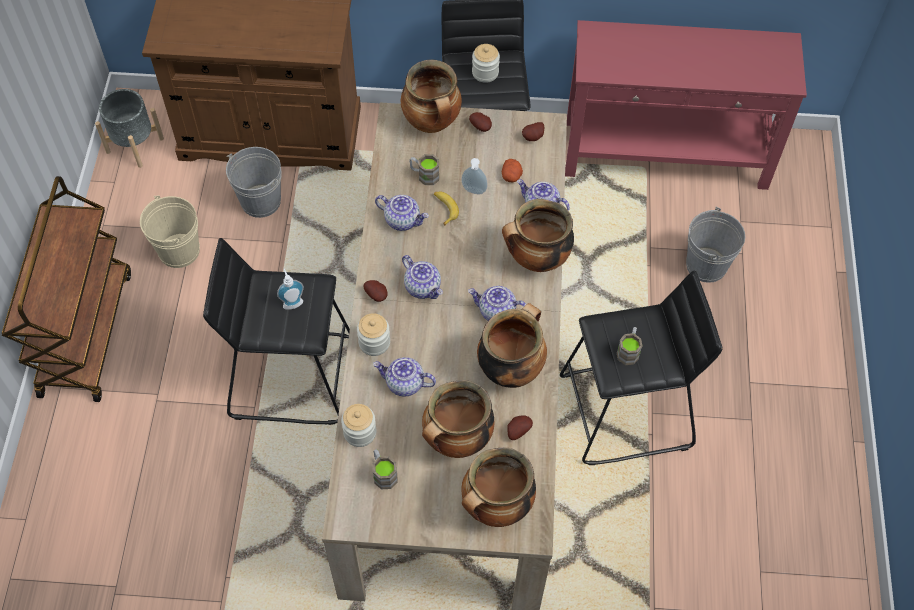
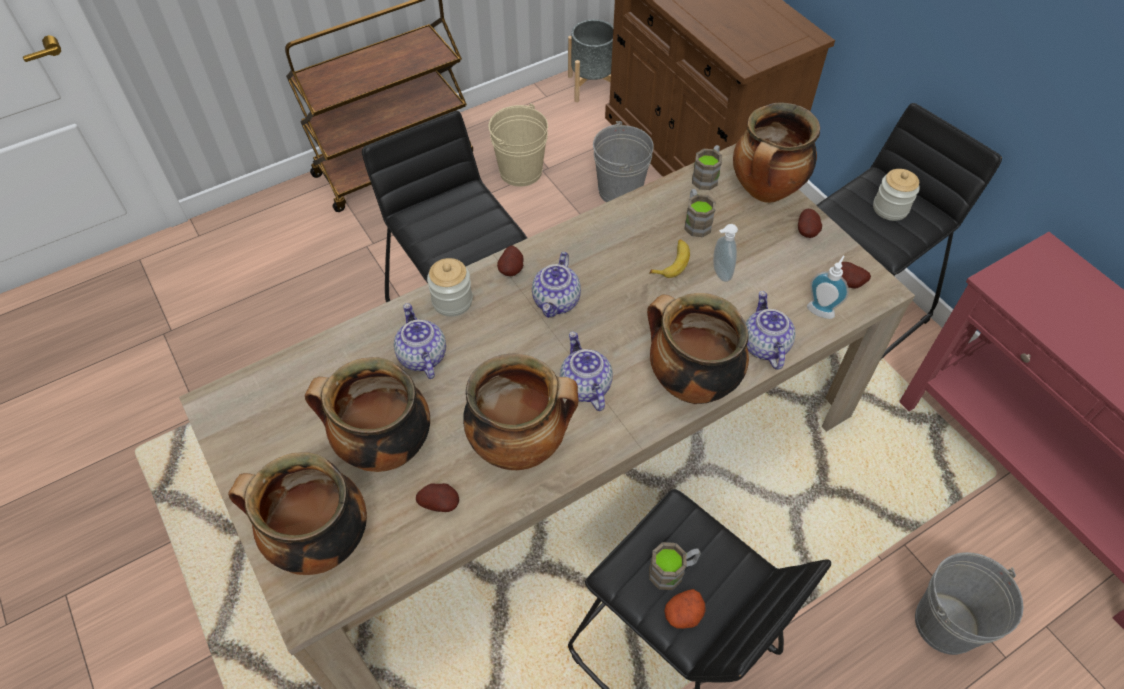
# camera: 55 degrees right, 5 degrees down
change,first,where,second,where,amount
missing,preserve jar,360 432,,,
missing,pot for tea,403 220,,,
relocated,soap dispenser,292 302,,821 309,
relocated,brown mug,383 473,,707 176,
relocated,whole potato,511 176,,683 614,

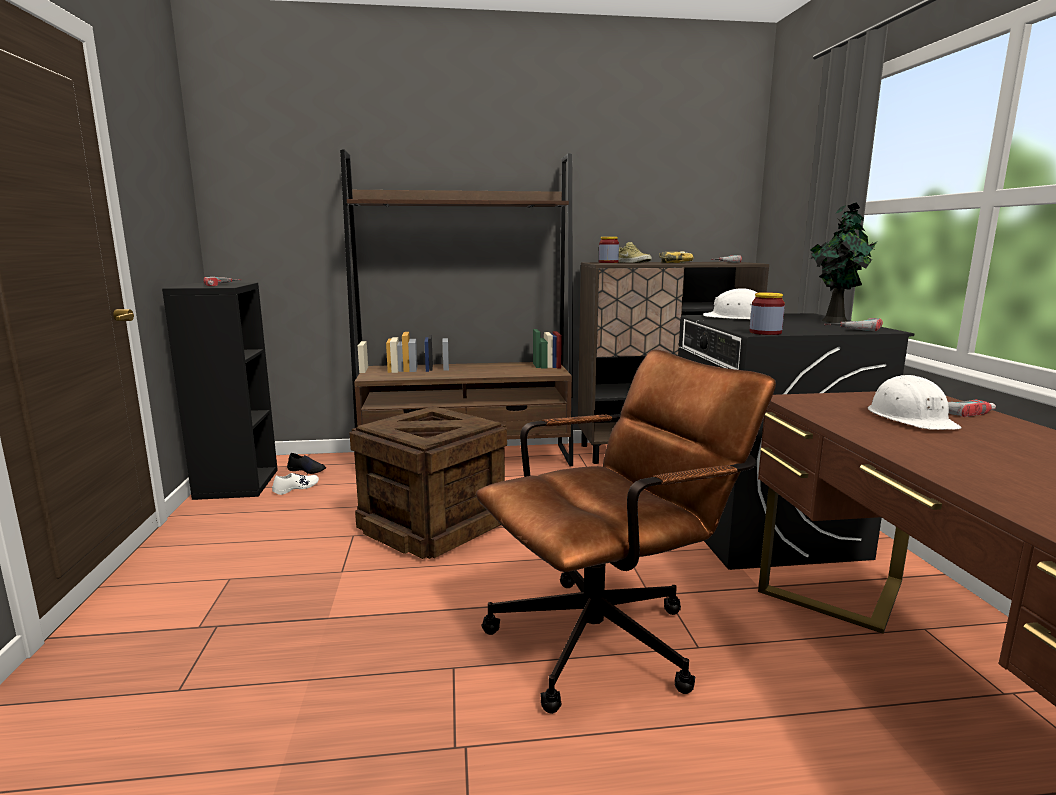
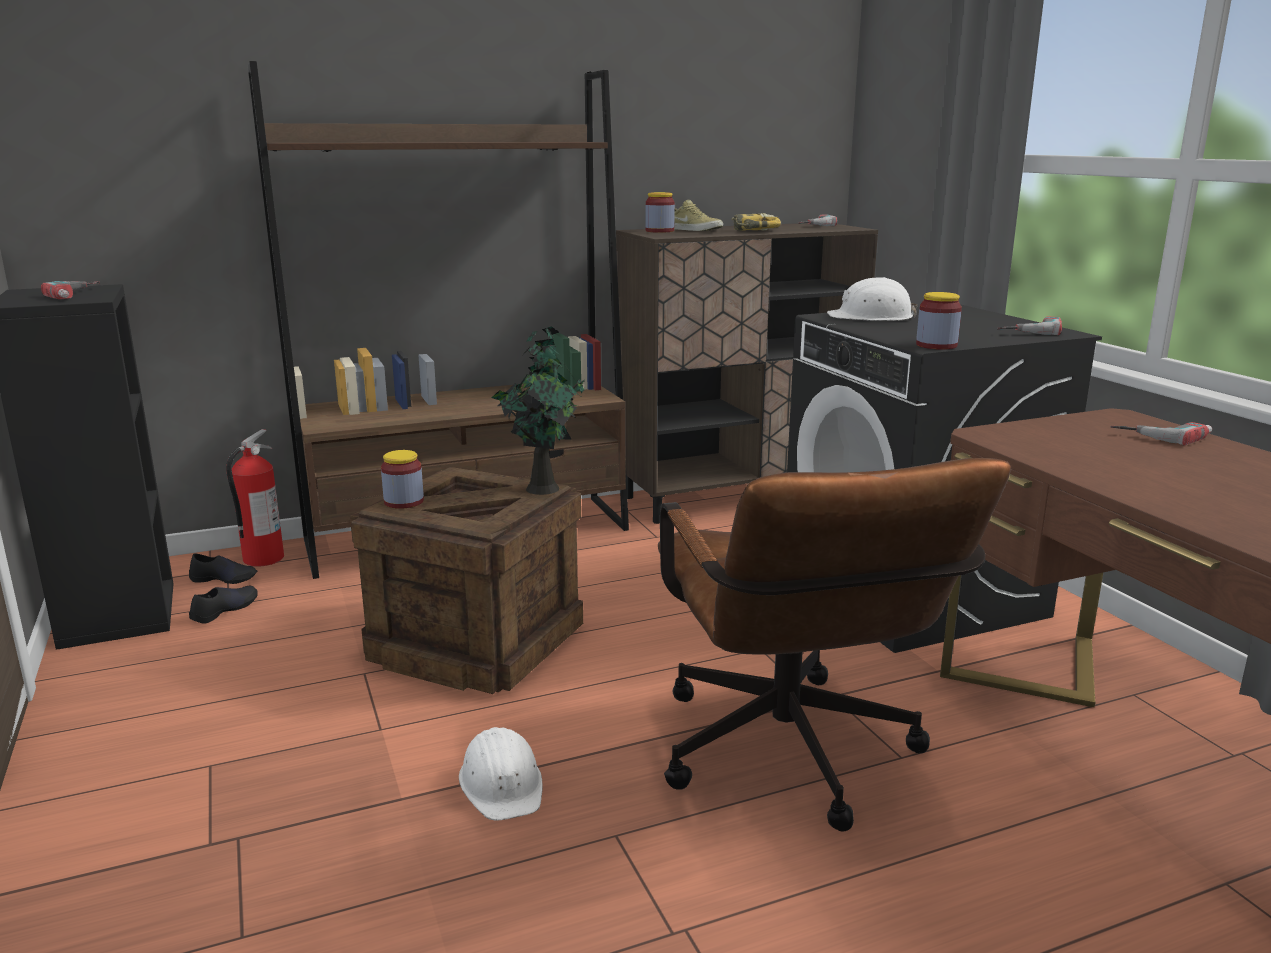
# camera: 15 degrees left, 5 degrees up
change,first,where,second,where,amount
appeared,,,extinguisher,262 559,
appeared,,,preserve jar,404 502,
relocated,plant in a pot,834 321,,543 487,
relocated,white-coloured work helmet,911 418,,502 784,
colour,white-coloured shoe,296 488,blackish shoe,224 610,
spun,brown office chair,610 636,,793 761,120 degrees clockwise

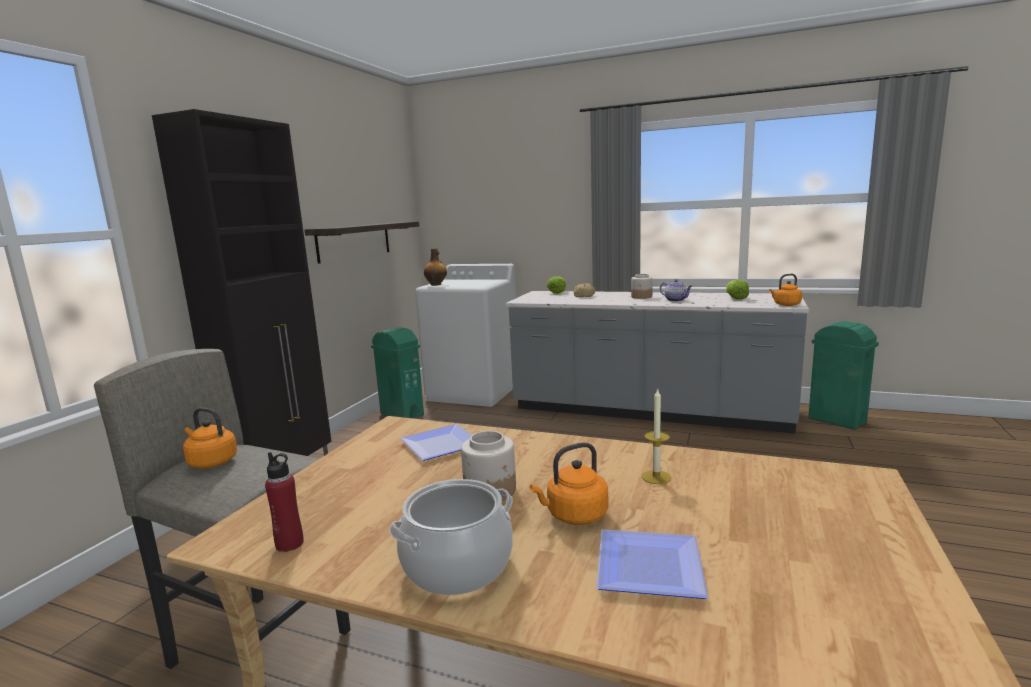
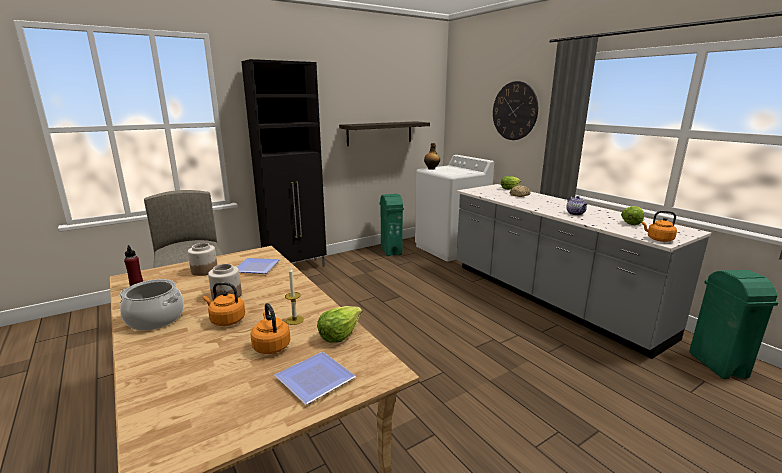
# camera: 35 degrees right, 5 degrees up
change,first,where,second,where,amount
appeared,,,lettuce head,339 334,
appeared,,,hanging clock,514 111,
relocated,orange tea kettle,211 462,,271 346,
relocated,flat dish,645 569,,312 379,
relocated,preserve jar,641 297,,204 271,

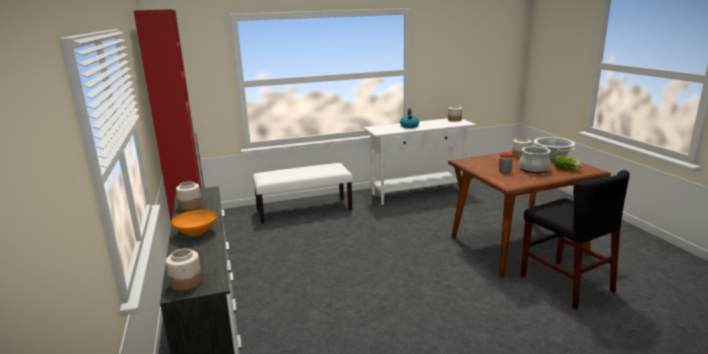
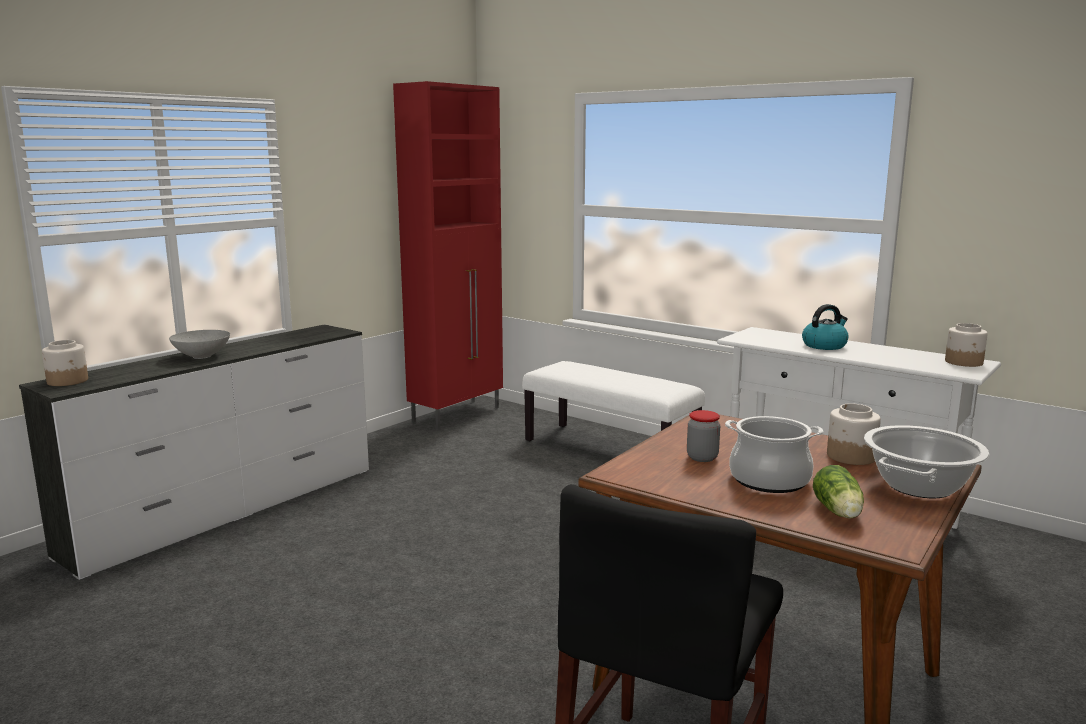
# camera: 55 degrees right, 5 degrees down
change,first,where,second,where,amount
missing,preserve jar,190 206,,,
colour,orange serving bowl,196 232,greyish serving bowl,203 356,

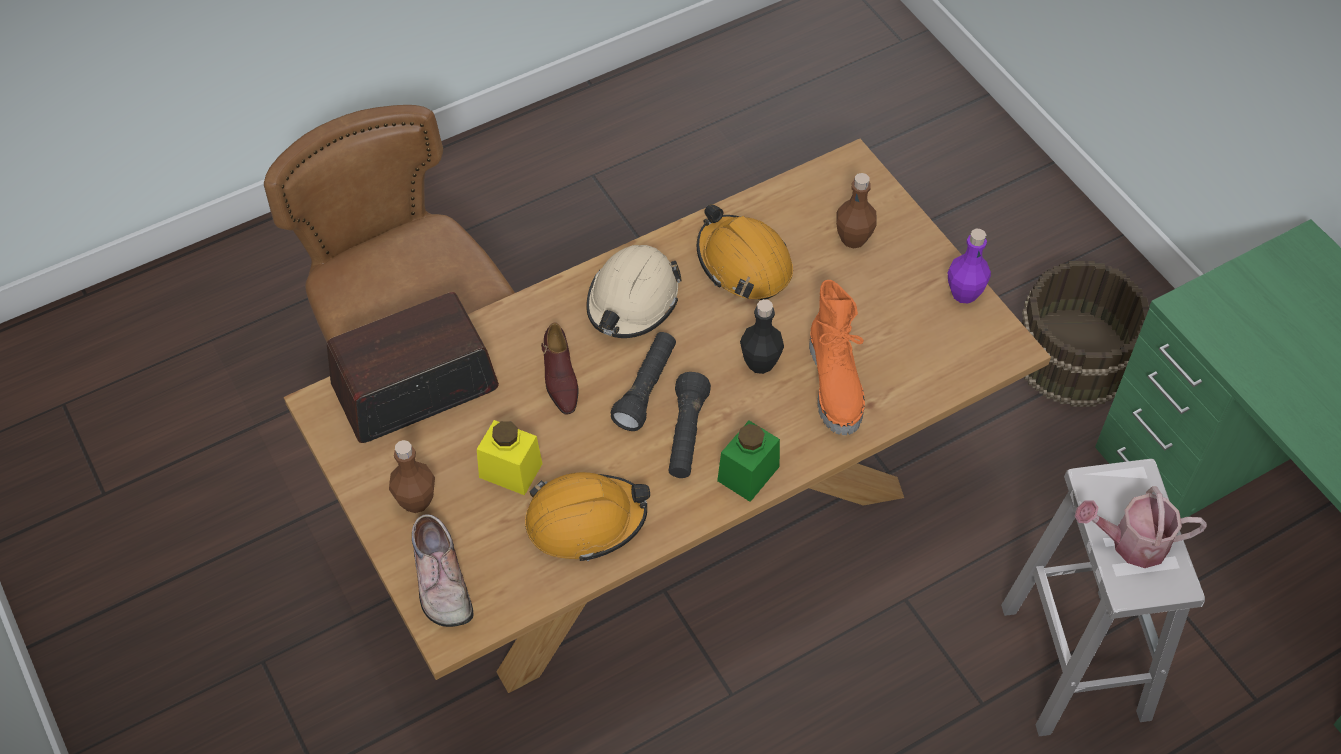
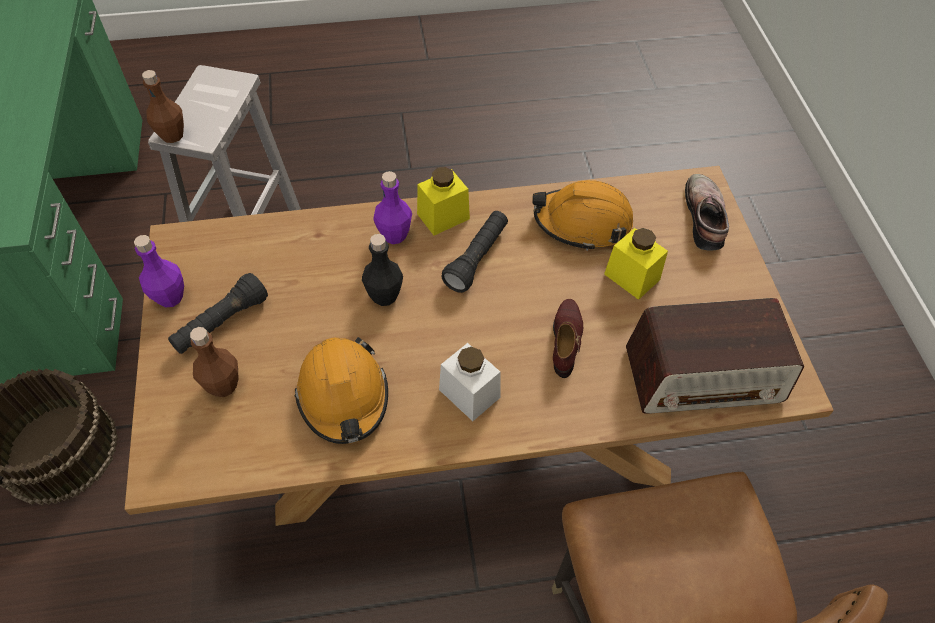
# camera: 160 degrees left, 0 degrees up
change,first,where,second,where,amount
missing,orange boot,836 385,,,
missing,watering pot,1131 543,,,
appeared,,,purple-coloured bottle,394 235,
relocated,brown bottle,416 501,,172 135,
relocated,blackish hand torch,646 389,,221 323,
exchanged,sand-coloured work helmet,632 301,white-coloured preserve jar,469 393,
colour,green preserve jar,748 473,yellowish preserve jar,443 216,

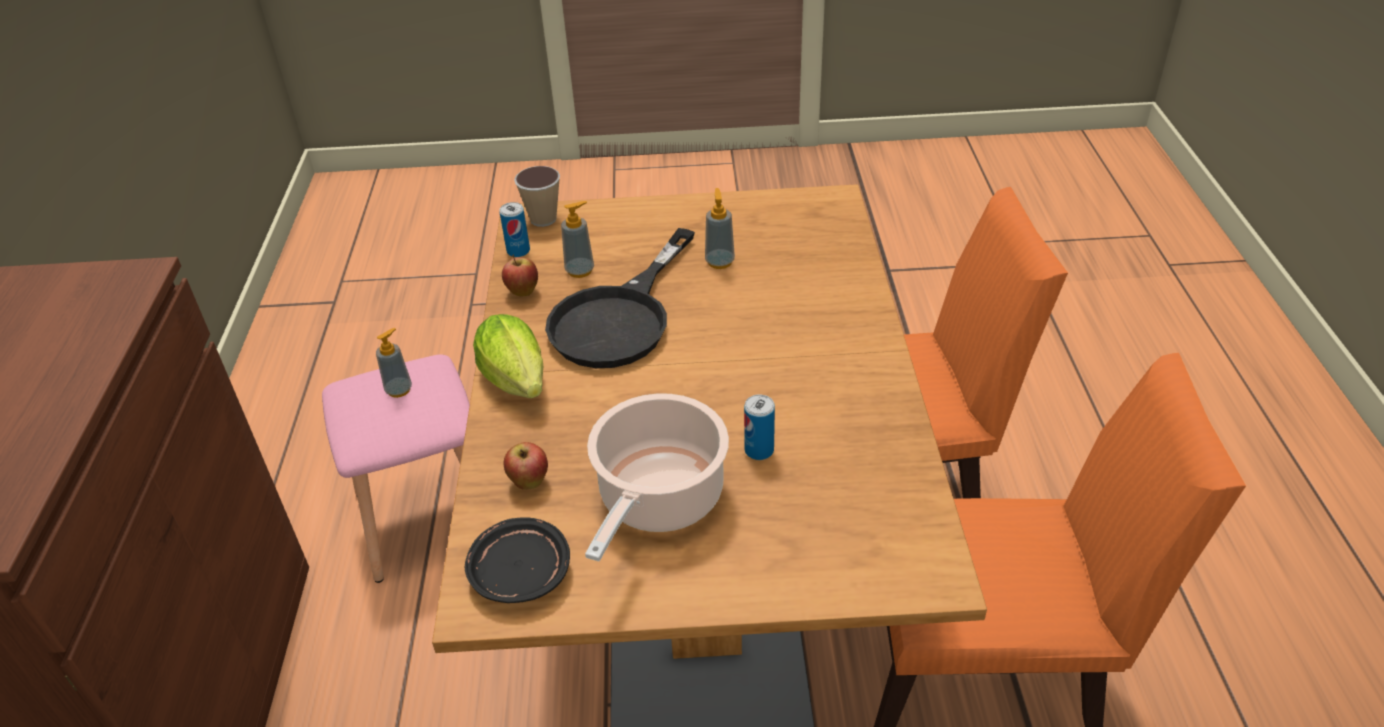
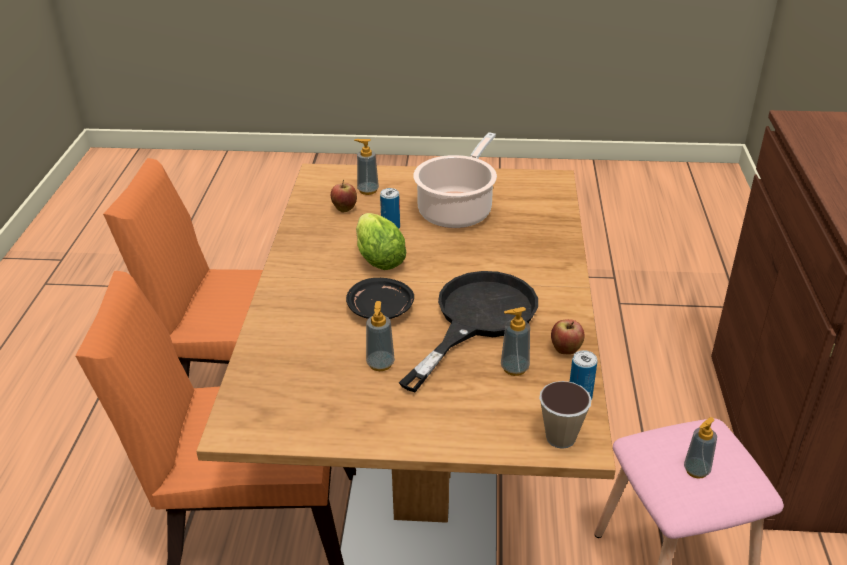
# camera: 175 degrees left, 5 degrees down
change,first,where,second,where,amount
appeared,,,soap dispenser,368 190,
relocated,blackish flat dish,519 572,,381 309,
relocated,lettuce head,518 384,,377 257,
relocated,apple fruit,529 483,,344 209,

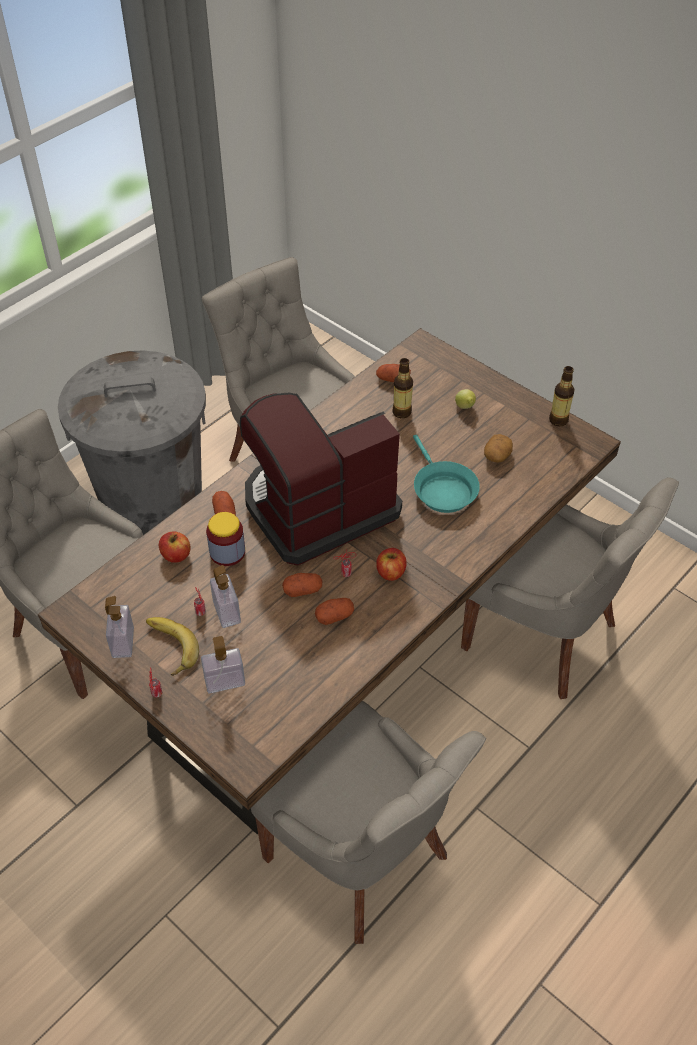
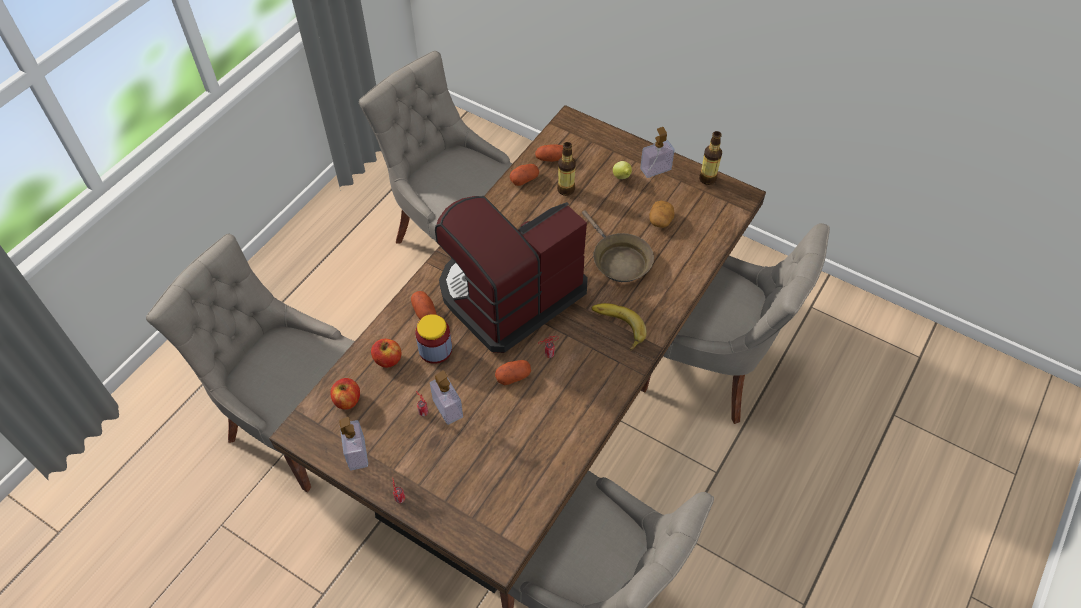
# camera: 10 degrees left, 5 degrees up
change,first,where,second,where,amount
missing,greyish trash can,153 503,,,
relocated,whole banana,168 648,,616 328,
relocated,soap dispenser,225 681,,655 169,
relocated,whole potato,334 616,,524 179,
relocated,apple fruit,390 572,,347 400,
colour,blue-green frying pan,442 490,brown frying pan,618 260,

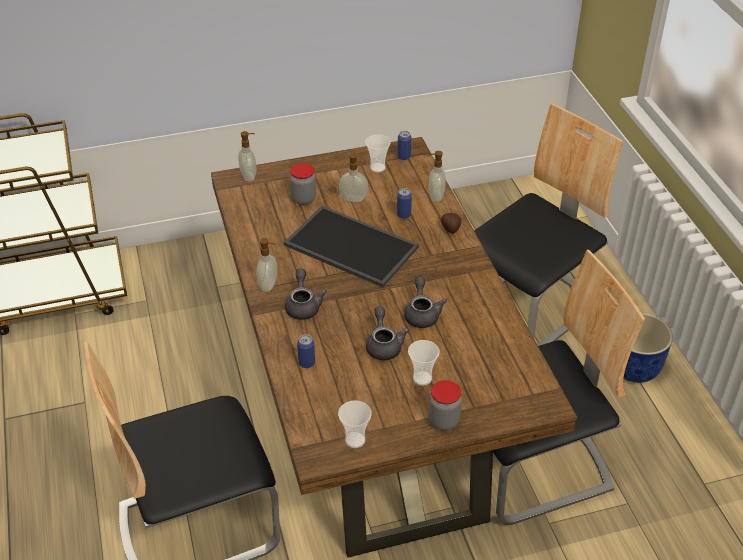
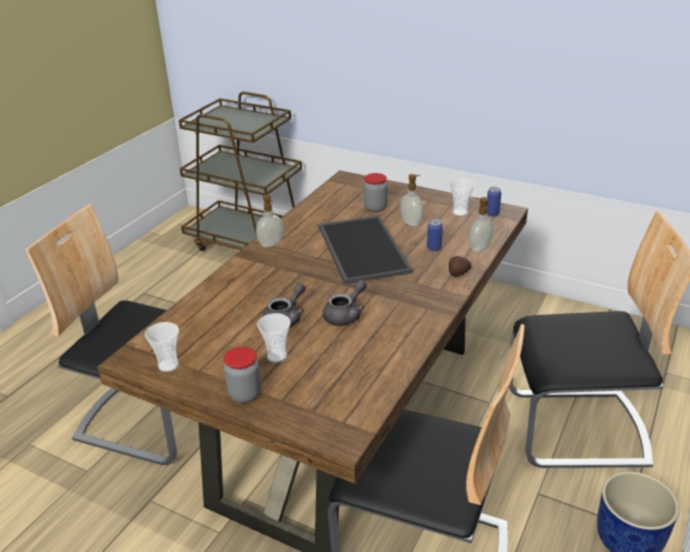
# camera: 45 degrees right, 10 degrees down
change,first,where,second,where,amount
missing,soap dispenser,249 176,,,
missing,greyish pot for tea,303 305,,,
missing,sealed can,306 363,,,

